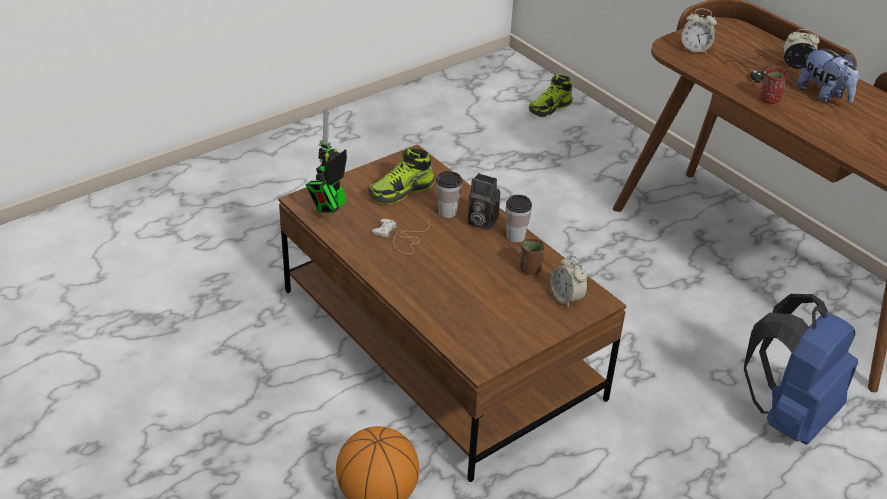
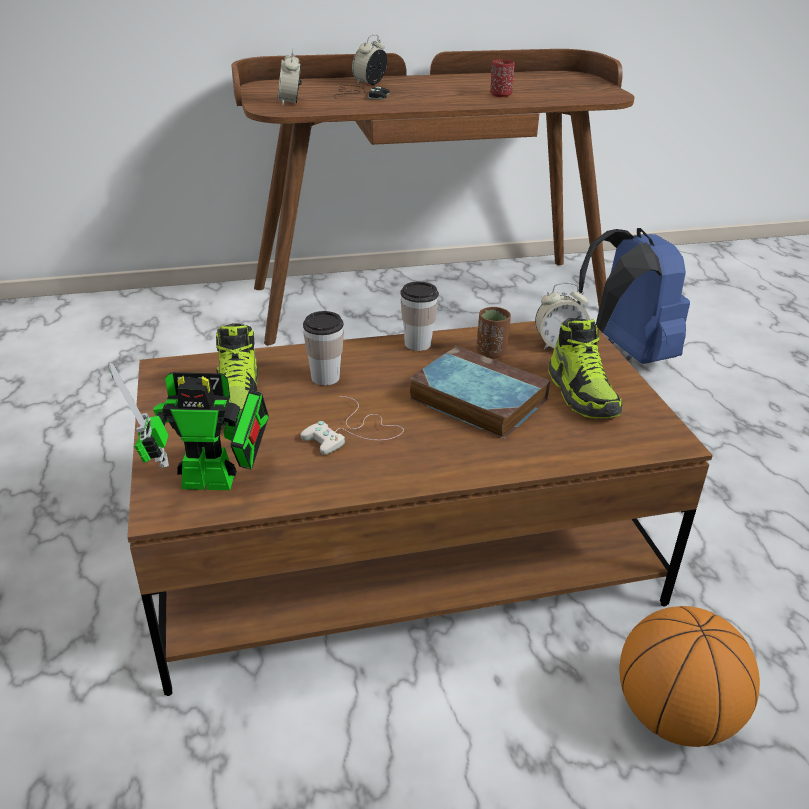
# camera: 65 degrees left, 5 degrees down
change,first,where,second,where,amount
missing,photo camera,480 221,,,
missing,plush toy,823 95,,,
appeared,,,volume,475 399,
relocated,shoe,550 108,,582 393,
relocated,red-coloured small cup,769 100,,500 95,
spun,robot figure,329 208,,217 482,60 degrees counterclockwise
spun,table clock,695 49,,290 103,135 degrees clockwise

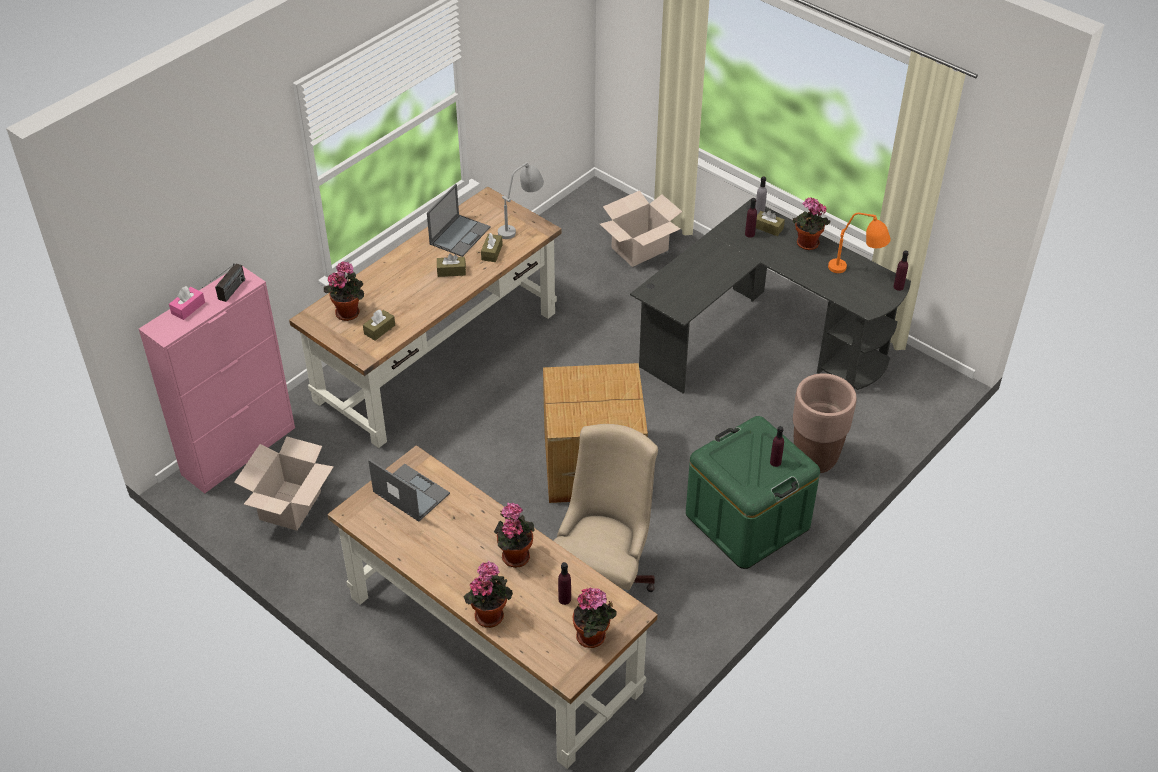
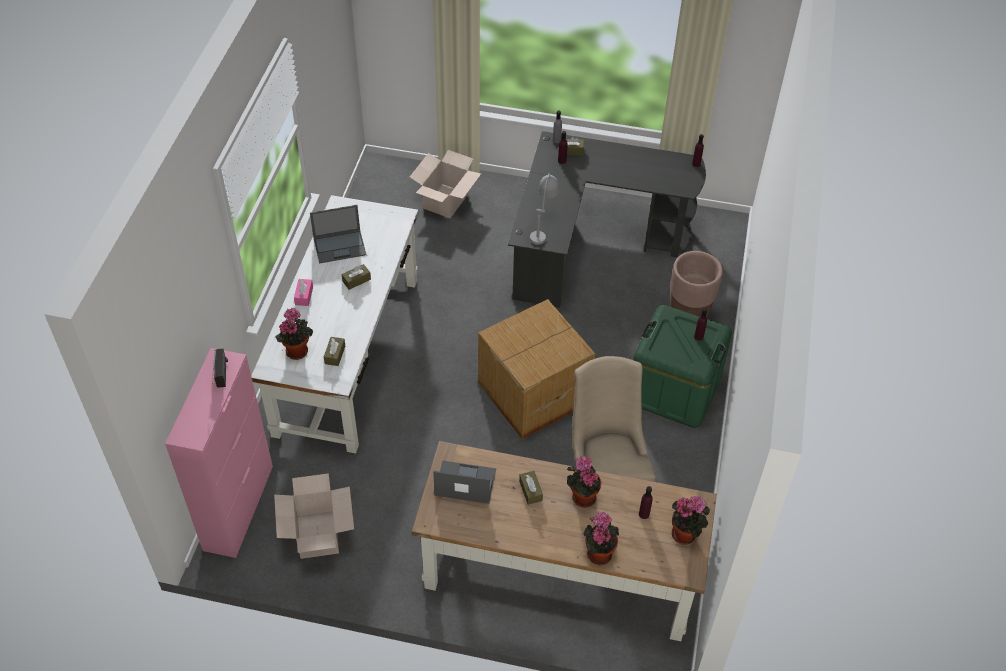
# camera: 30 degrees left, 5 degrees up
change,first,where,second,where,amount
missing,plant in a pot,806 244,,,
missing,orange lamp for a table,857 272,,,
relocated,pinkish box of tissues,188 308,,304 296,
relocated,brown box of tissues,492 252,,530 491,
relocated,greyish lamp for a table,522 225,,543 226,
colour,brown desk unit,437 355,white-coloured desk unit,347 353,
spun,laptop,460 235,,340 246,75 degrees clockwise

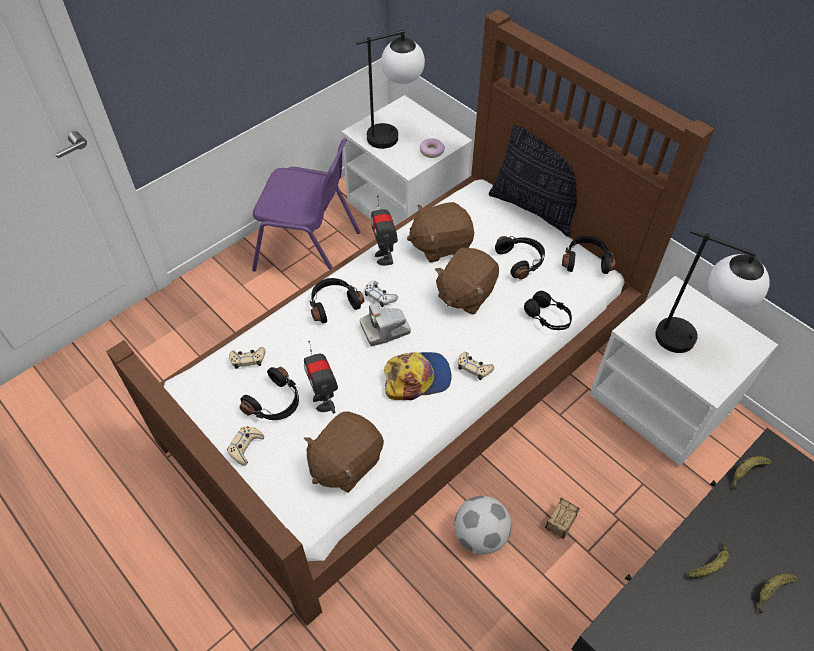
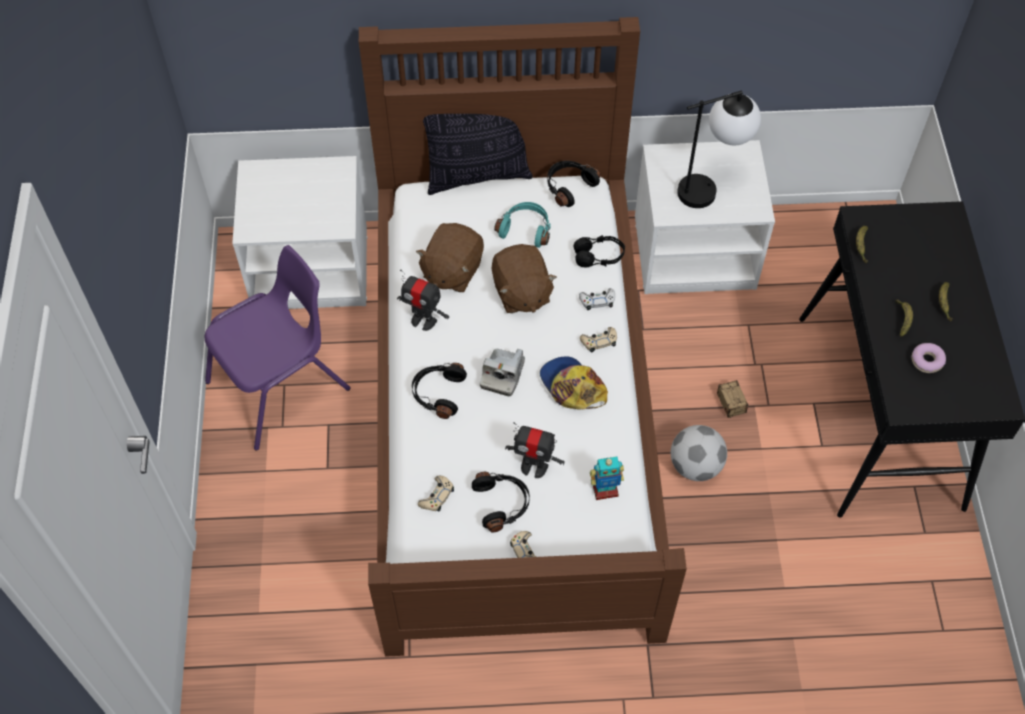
# camera: 50 degrees left, 5 degrees up
change,first,where,second,where,amount
missing,lamp for a table,394 134,,,
relocated,white-coloured gamepad,380 296,,597 301,
relocated,donut,432 151,,927 361,
exchanged,brown plush toy,345 462,robot figure,605 490,
colour,blackish headphones,521 261,blue-green headphones,526 229,
spun,cap,417 378,,572 387,60 degrees counterclockwise

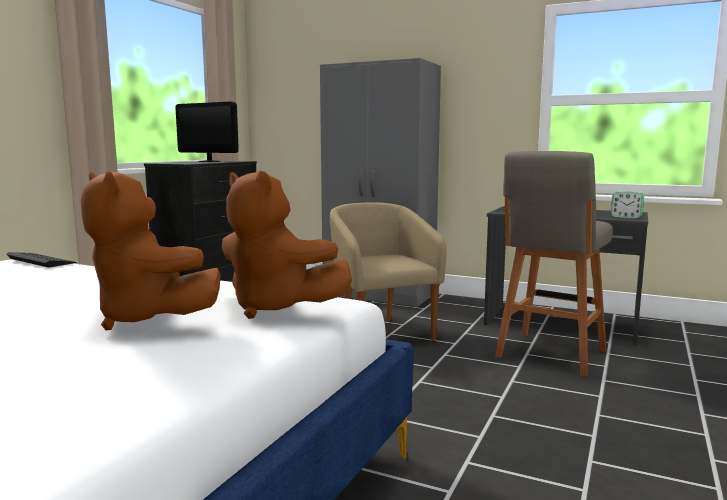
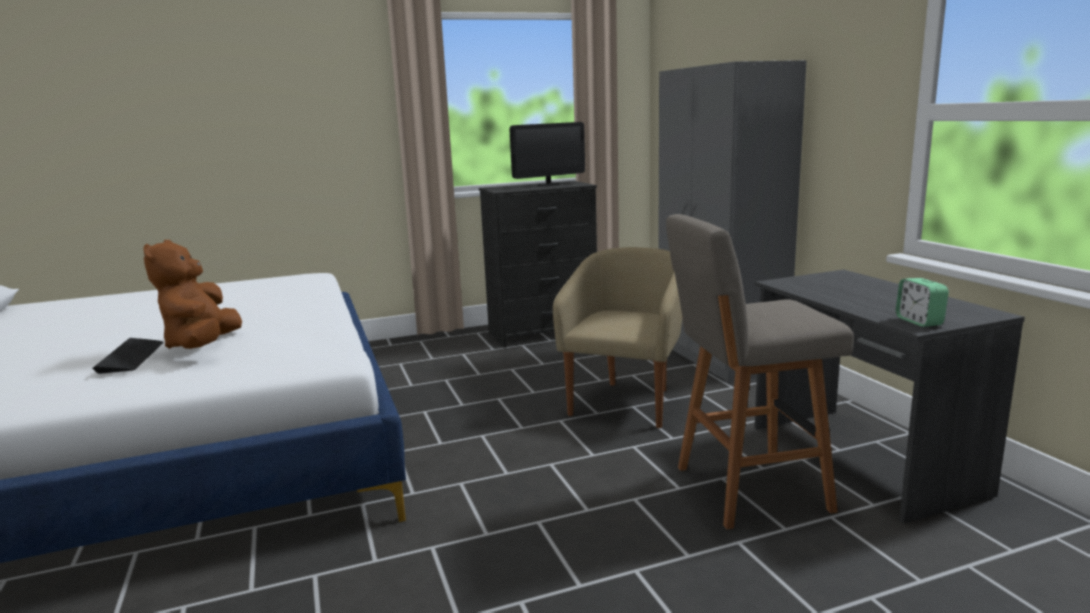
# camera: 45 degrees right, 5 degrees up
change,first,where,second,where,amount
missing,brown plush toy,276 308,,,
relocated,computer keyboard,41 260,,130 357,
spun,computer display,209 161,,548 185,105 degrees counterclockwise

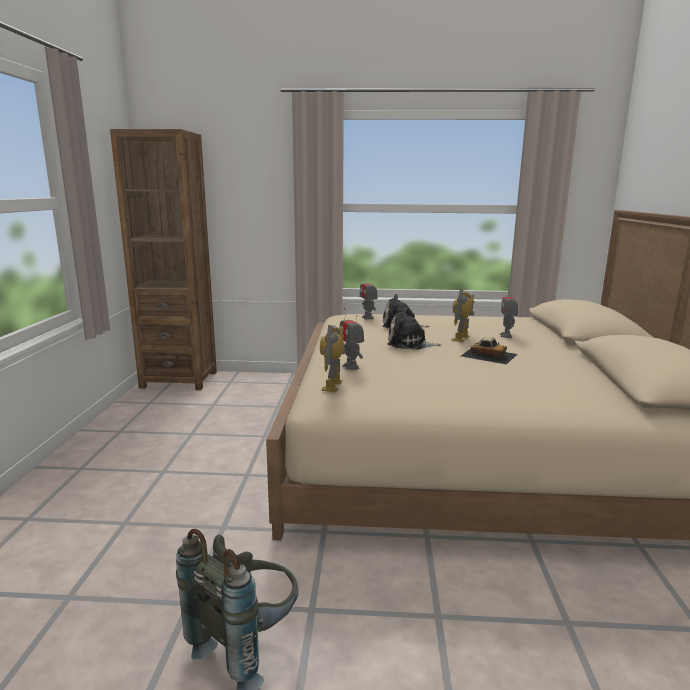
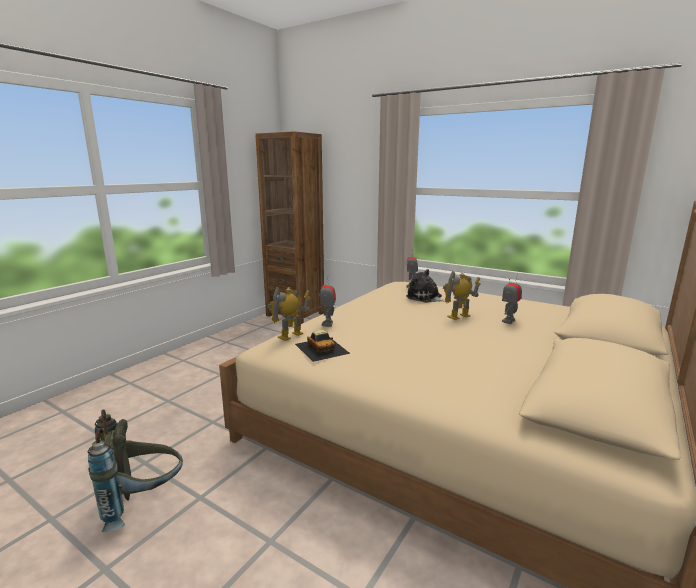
# camera: 30 degrees right, 0 degrees up
change,first,where,second,where,amount
missing,plush toy,410 344,,,
relocated,model car,488 355,,321 348,

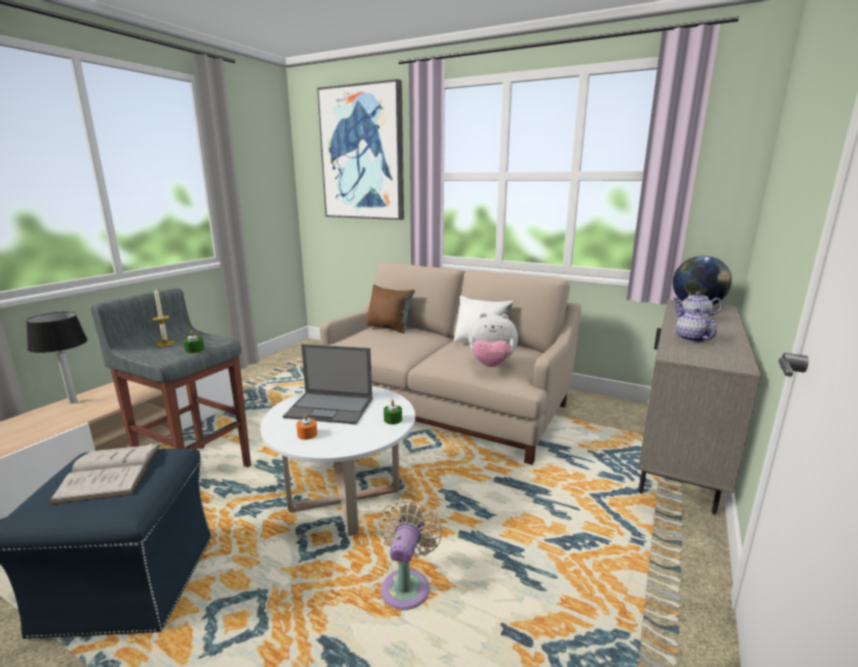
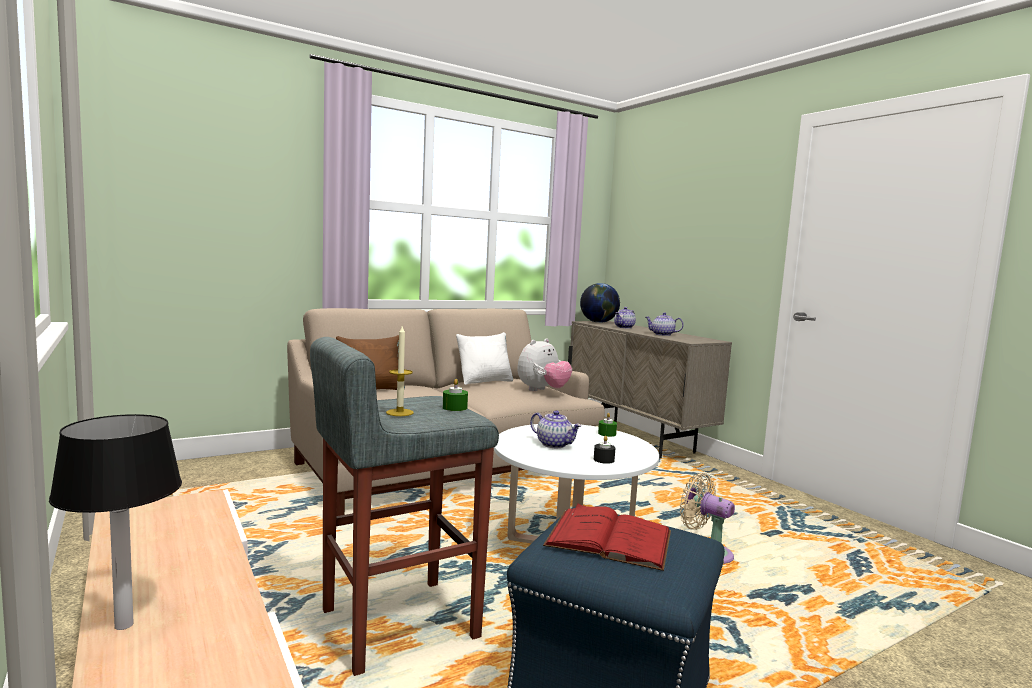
# camera: 60 degrees left, 10 degrees down
change,first,where,second,where,amount
missing,picture,362 154,,,
exchanged,laptop,331 408,pot for tea,554 444,
colour,white-coloured volume,110 472,red-coloured volume,609 538,
colour,orange wax candle,307 434,blackish wax candle,604 460,

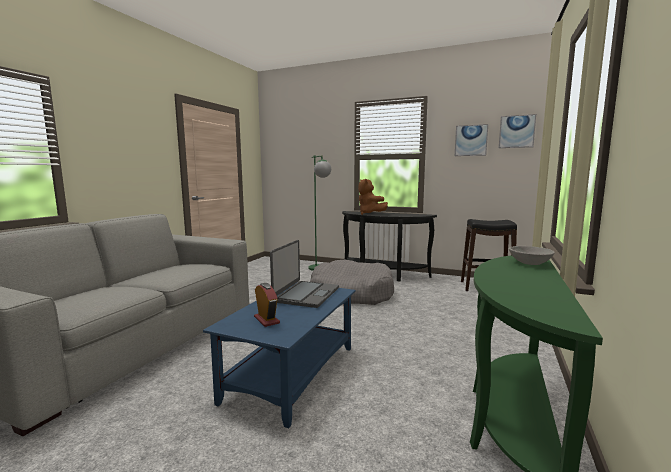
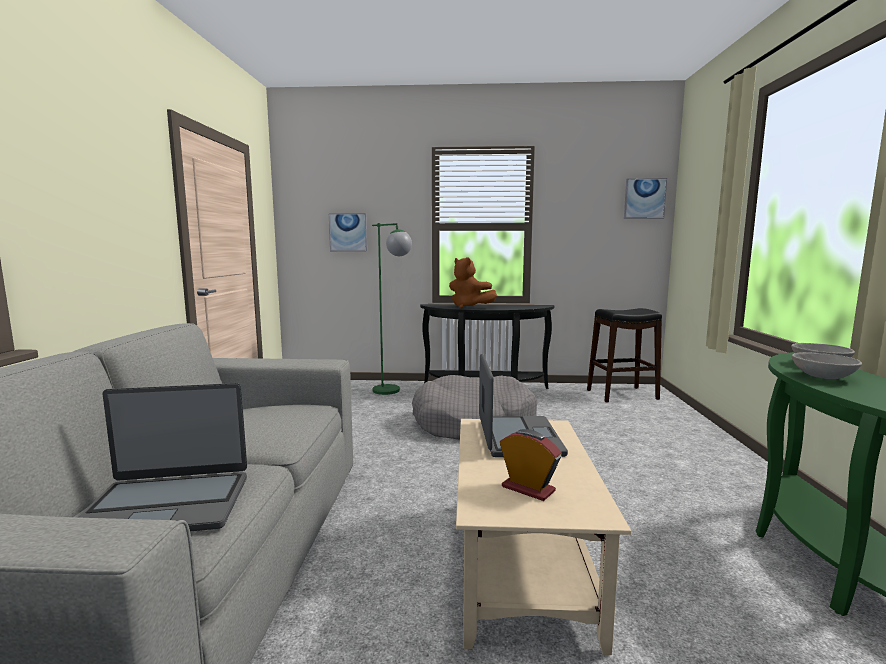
# camera: 20 degrees left, 0 degrees up
change,first,where,second,where,amount
appeared,,,laptop,166 505,
appeared,,,greyish serving bowl,823 377,
relocated,picture,471 140,,348 232,
colour,bluish lounge table,292 372,sand-coloured lounge table,520 561,

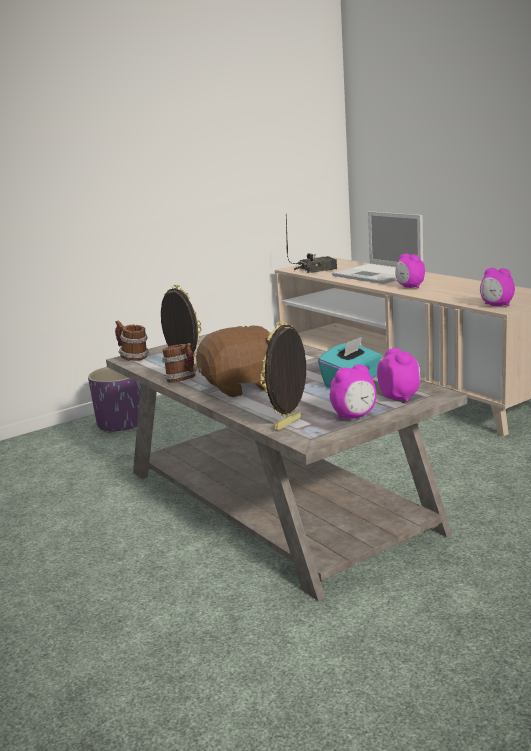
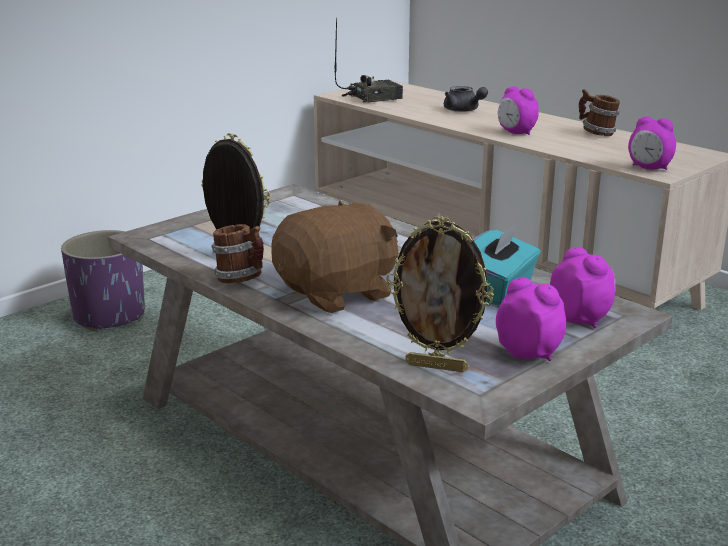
# camera: 10 degrees left, 5 degrees up
change,first,where,second,where,amount
relocated,mug,133 358,,596 133,
exchanged,laptop,378 274,greyish pot for tea,463 110,
spun,picture frame,289 424,,437 366,105 degrees counterclockwise
spun,table clock,354 416,,529 353,105 degrees counterclockwise

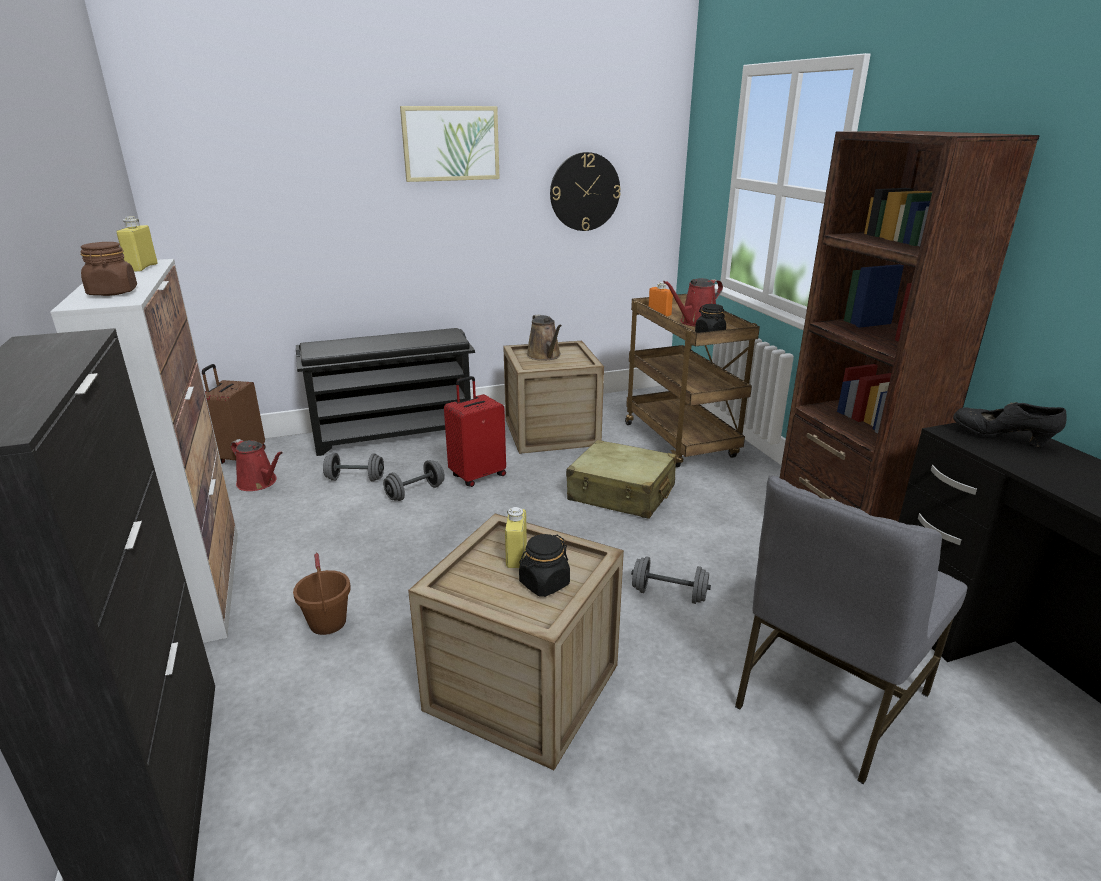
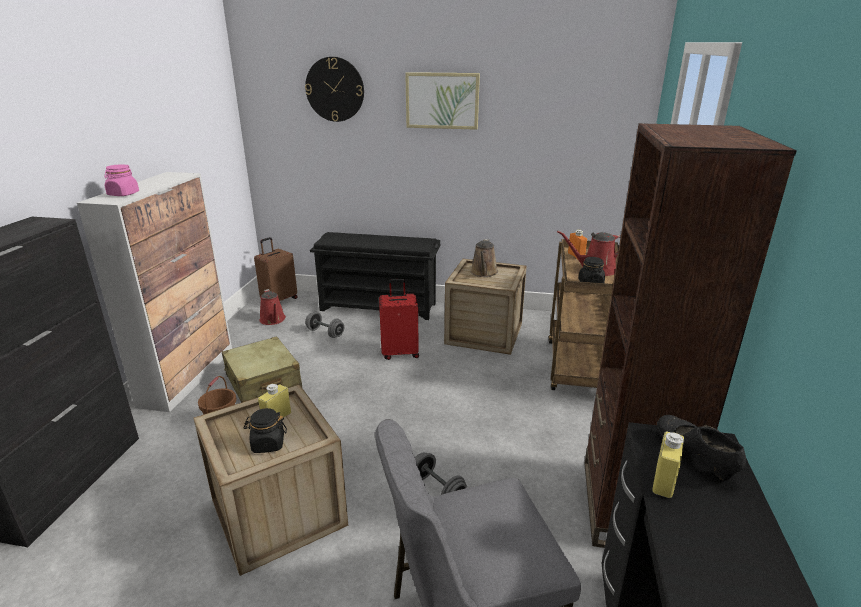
# camera: 30 degrees right, 0 degrees up
change,first,where,second,where,amount
missing,greyish dumbbell,415 492,,,
relocated,yellowish bottle,142 268,,663 481,
relocated,hanging clock,584 192,,335 89,
relocated,sand-coloured travel case,621 493,,263 382,
colour,brown preserve jar,113 292,pinkish preserve jar,123 194,

